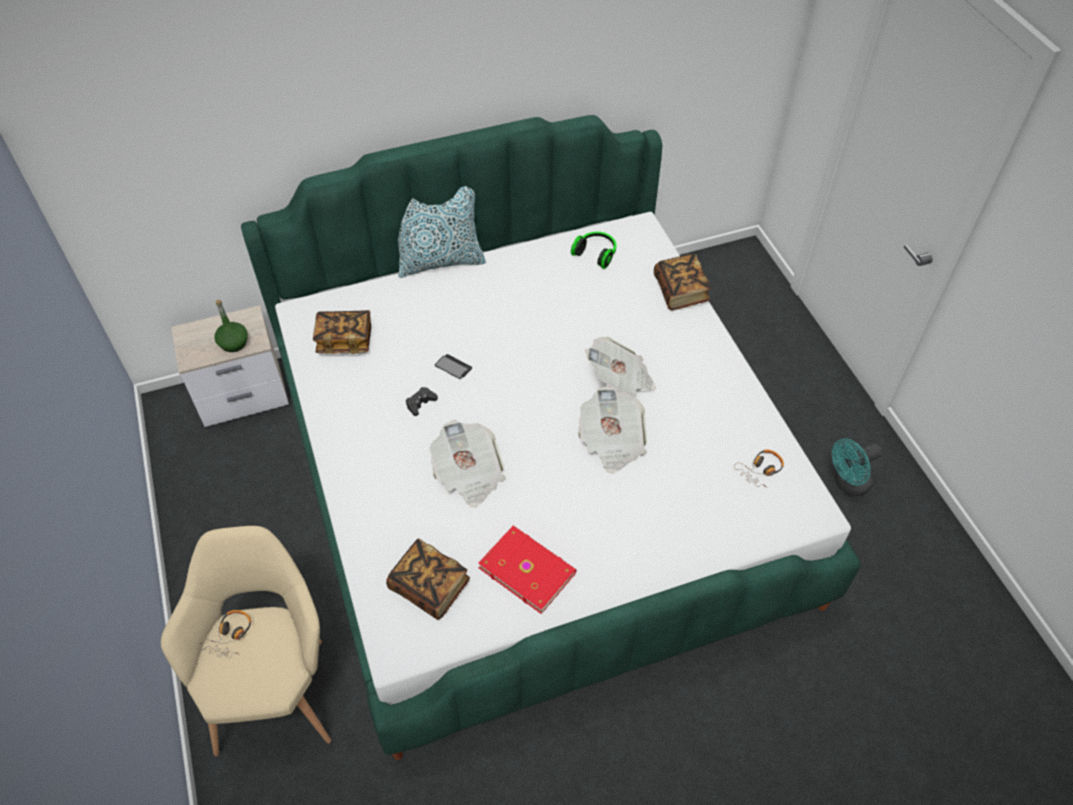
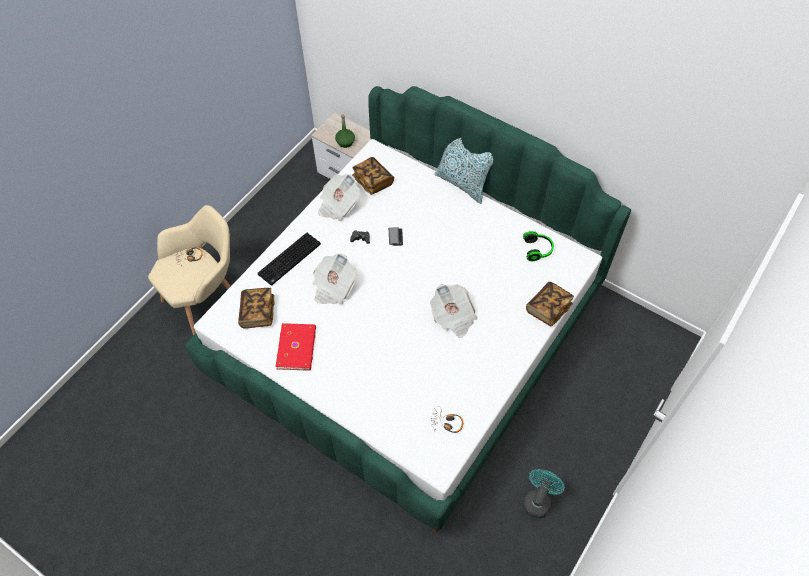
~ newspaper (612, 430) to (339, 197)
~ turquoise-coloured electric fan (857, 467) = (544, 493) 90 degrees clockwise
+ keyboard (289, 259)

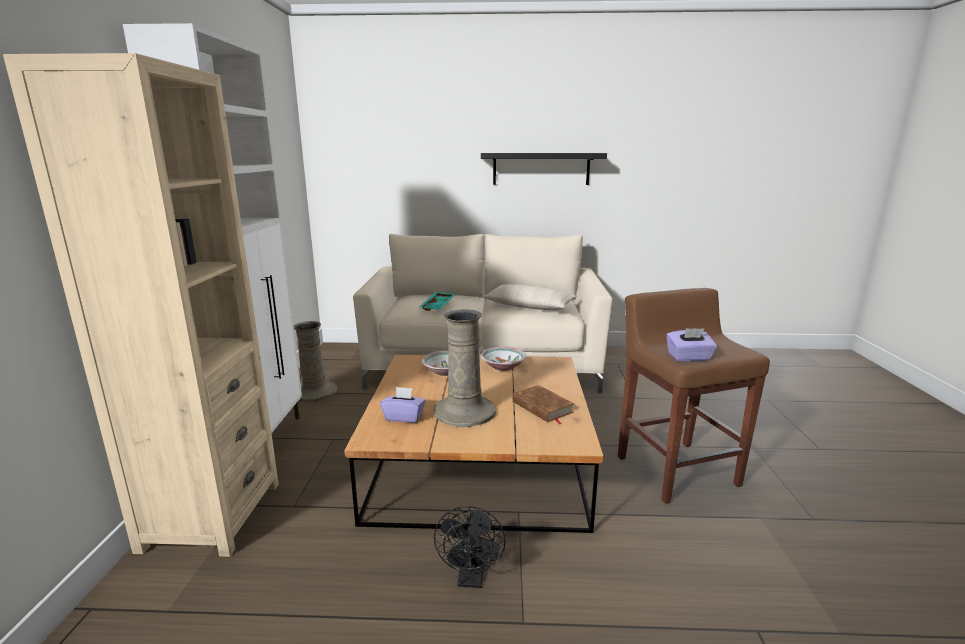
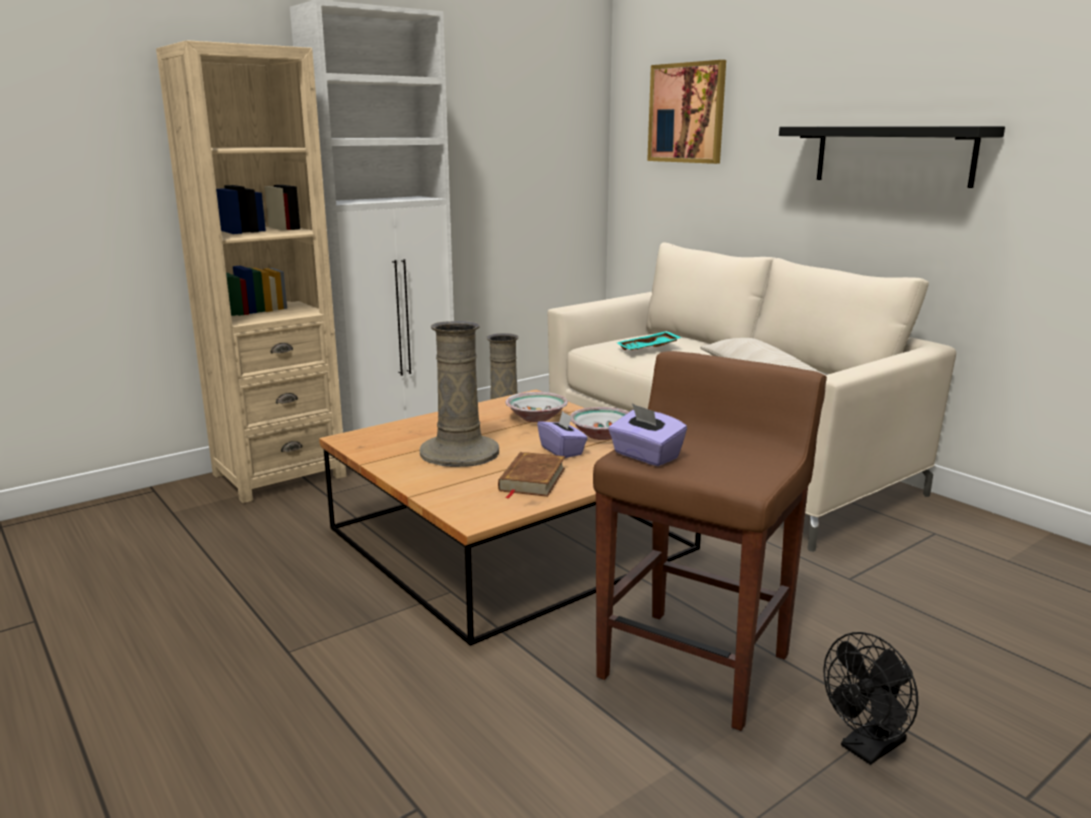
~ purple tissue box (403, 405) to (562, 434)
~ black-coloured electric fan (469, 547) to (870, 698)
+ wall picture (686, 112)

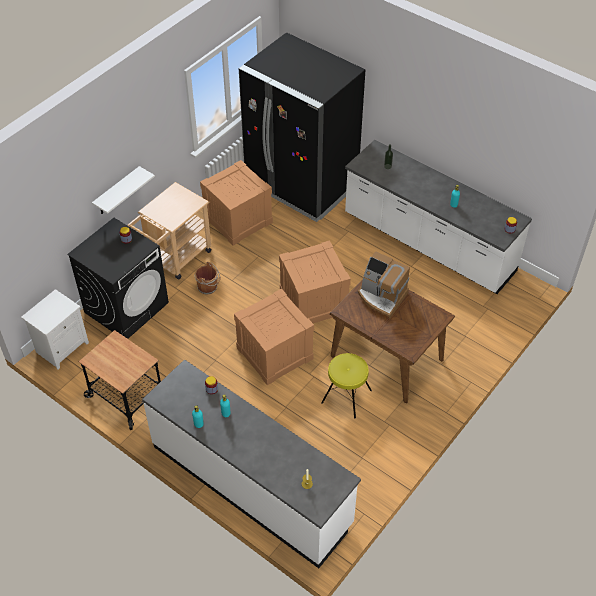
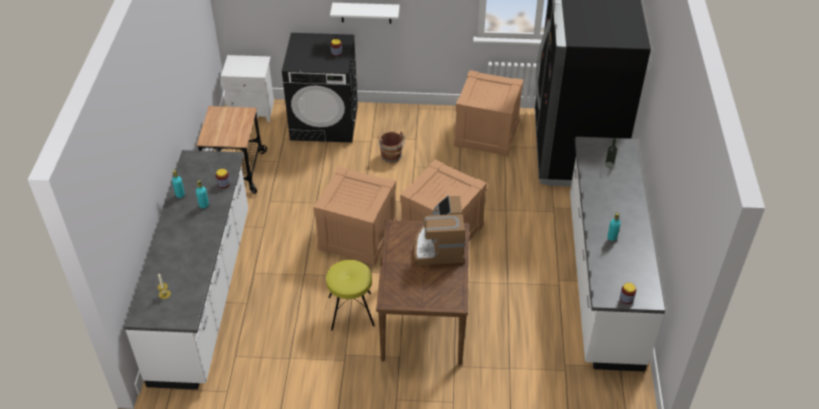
- beige-coloured cart (169, 230)

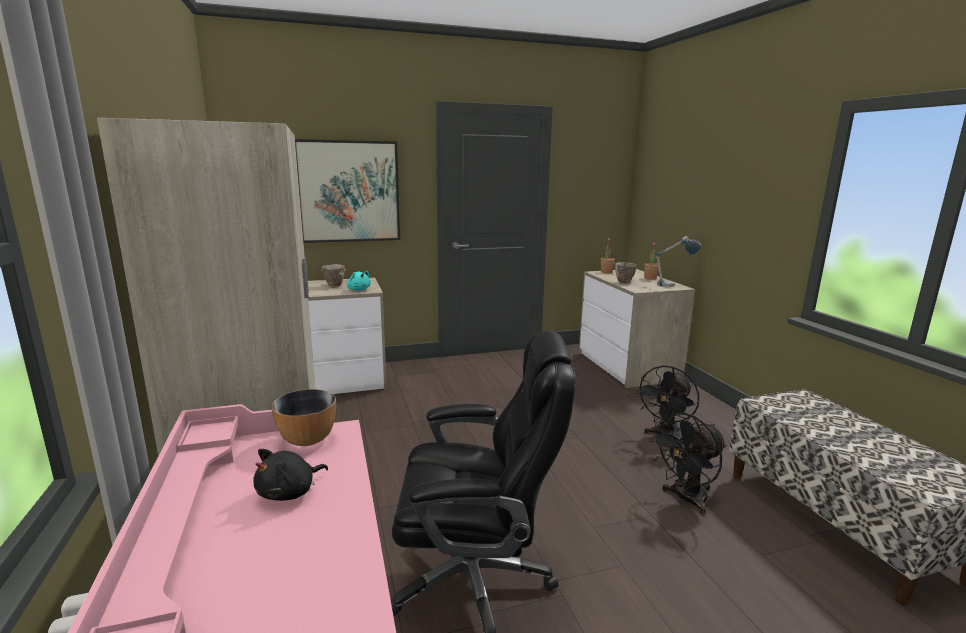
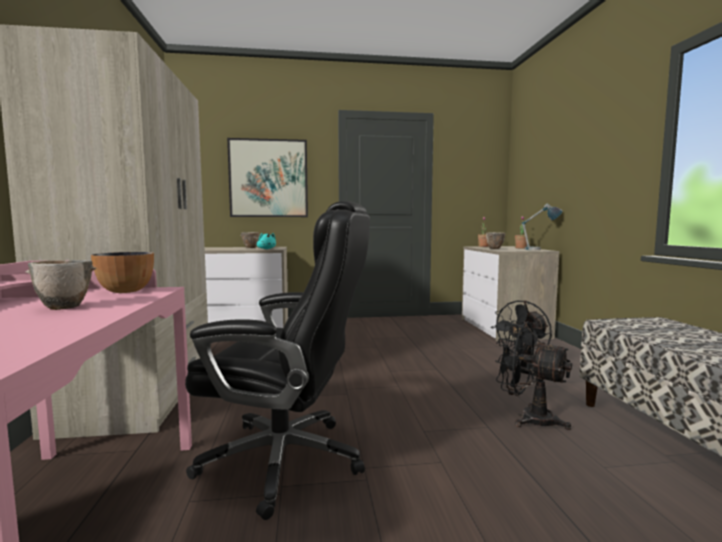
~ black-coloured plush toy (290, 475) to serving bowl (60, 285)
~ black-coloured electric fan (688, 464) = (533, 375) 60 degrees clockwise

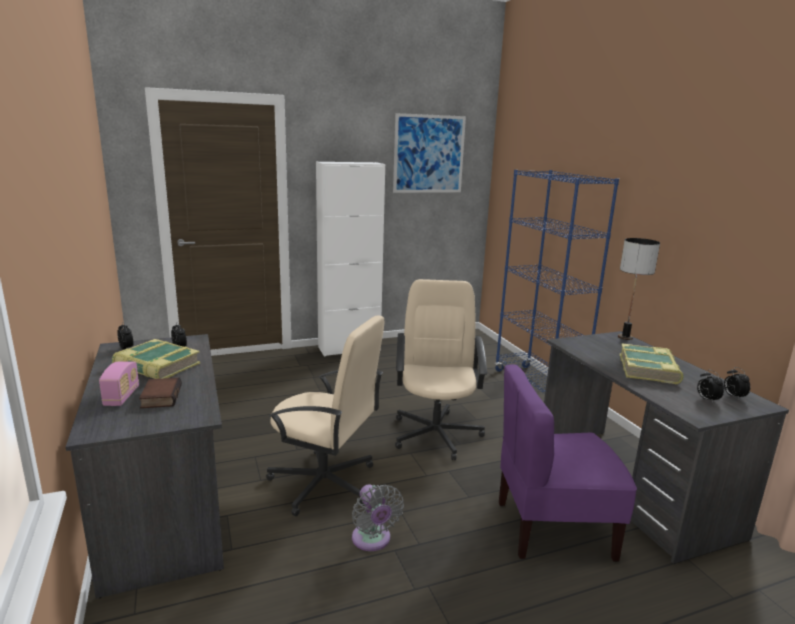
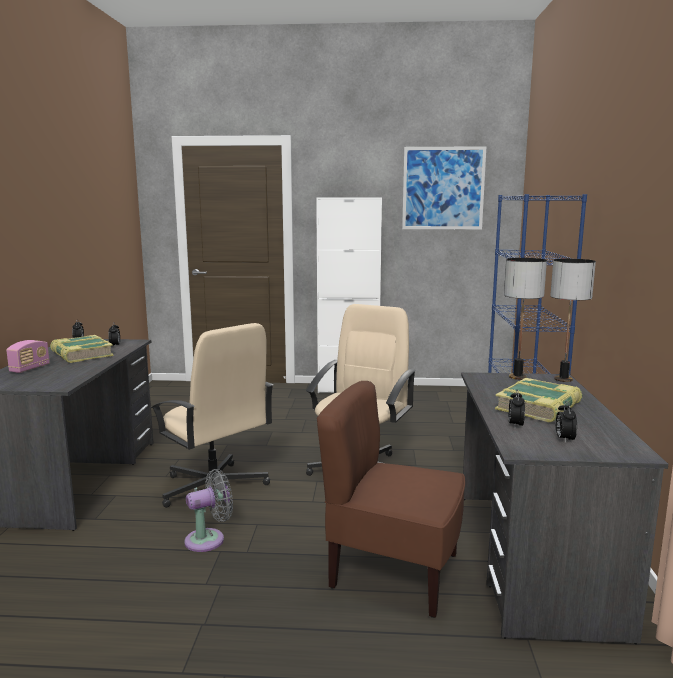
- bound book (160, 392)
~ gray electric fan (378, 517) = (208, 510) 120 degrees counterclockwise
~ purple chair (568, 463) to brown chair (391, 499)
~ alarm clock (737, 383) to (517, 408)
+ table lamp (525, 319)

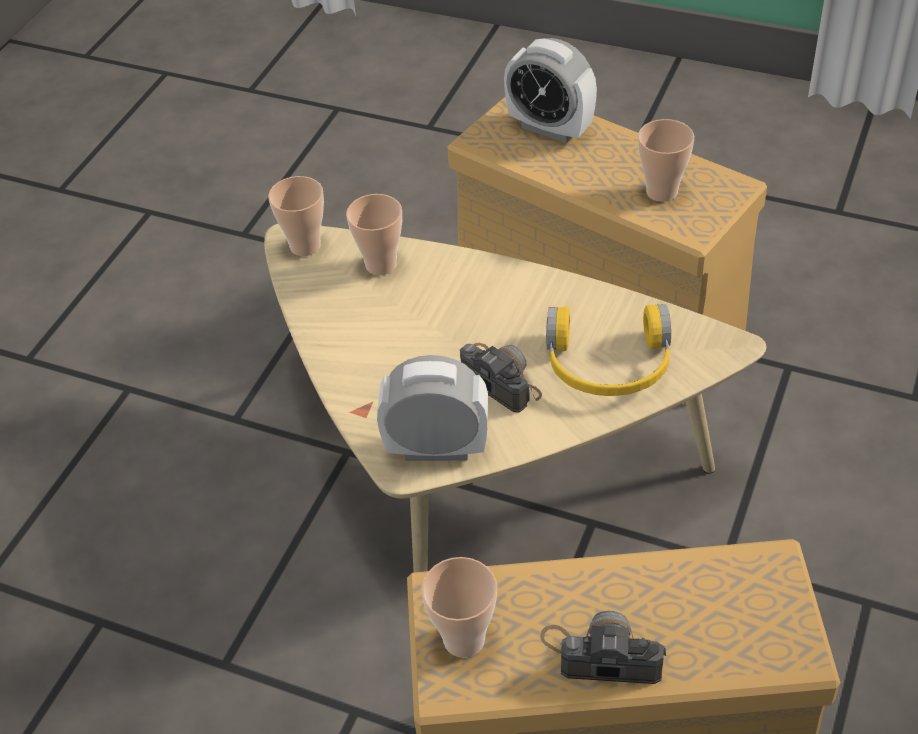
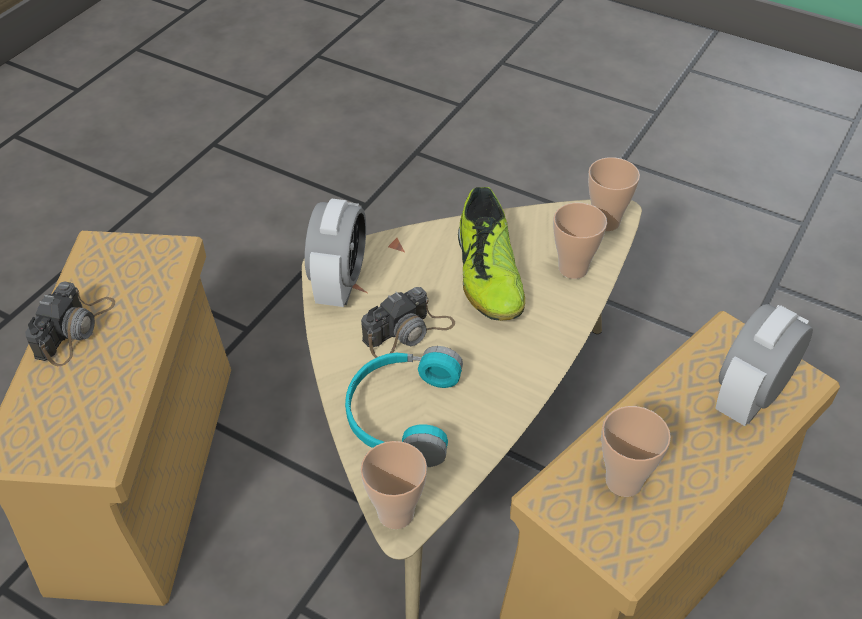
~ drinking cup (459, 607) to (393, 485)
~ yellow-coloured headset (608, 350) to turquoise-coloured headset (404, 406)
+ low shoe (491, 254)

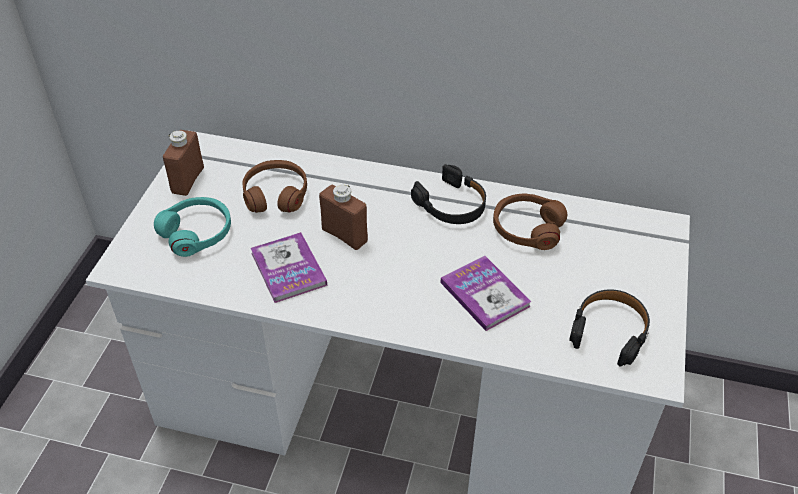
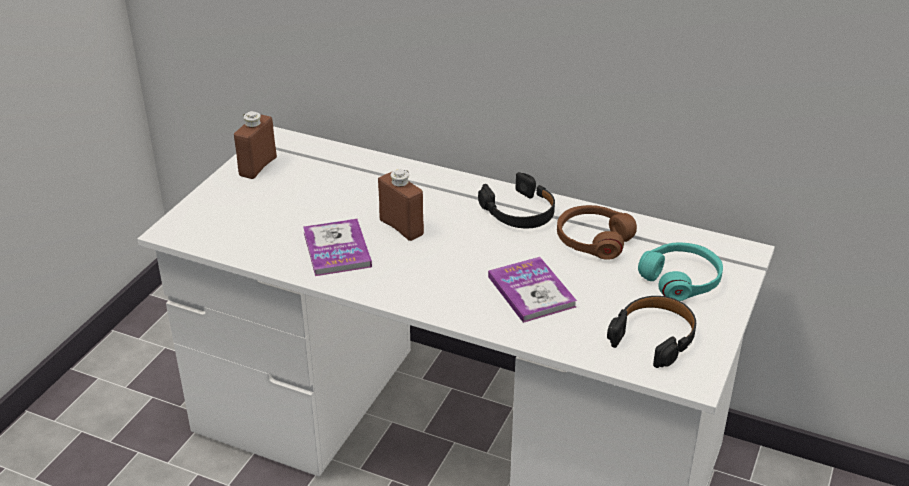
~ turquoise-coloured headset (192, 227) to (680, 272)
- brown headset (275, 186)

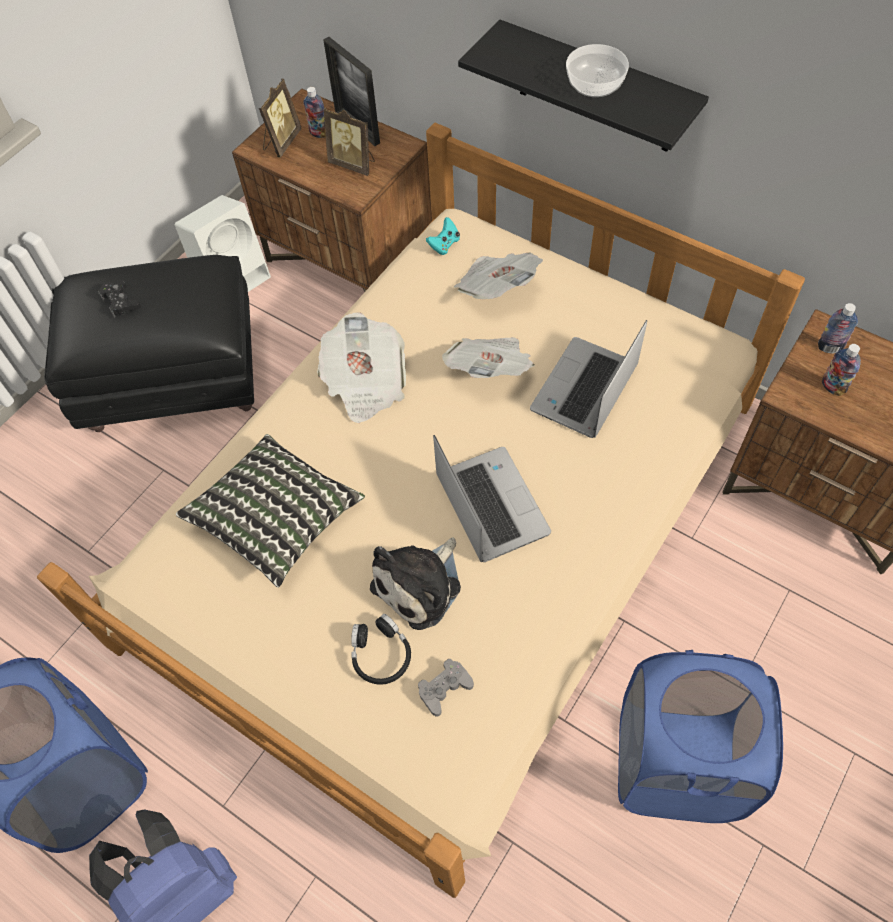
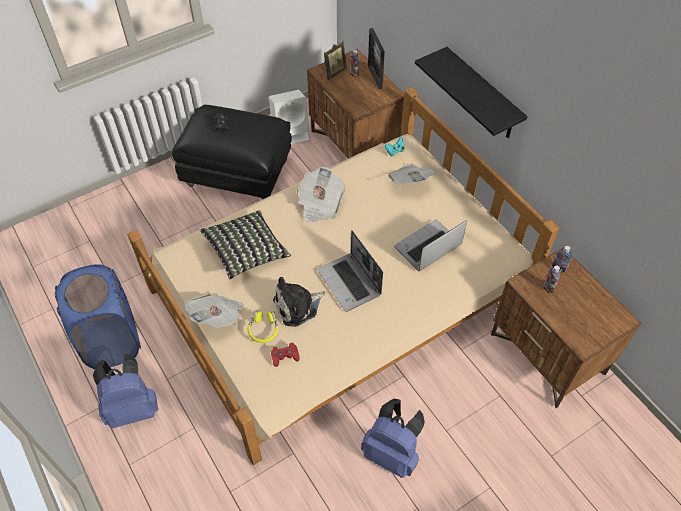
- standing frame (349, 142)
~ black-coloured headset (381, 649) to yellow-coloured headset (263, 326)
~ gray gamepad (446, 688) to reddish gamepad (285, 355)
~ notebook computer (492, 498) = (350, 271) 150 degrees clockwise
~ newspaper (488, 357) to (214, 310)
- serving bowl (597, 70)
~ blue washing basket (700, 736) to blue rucksack (393, 438)

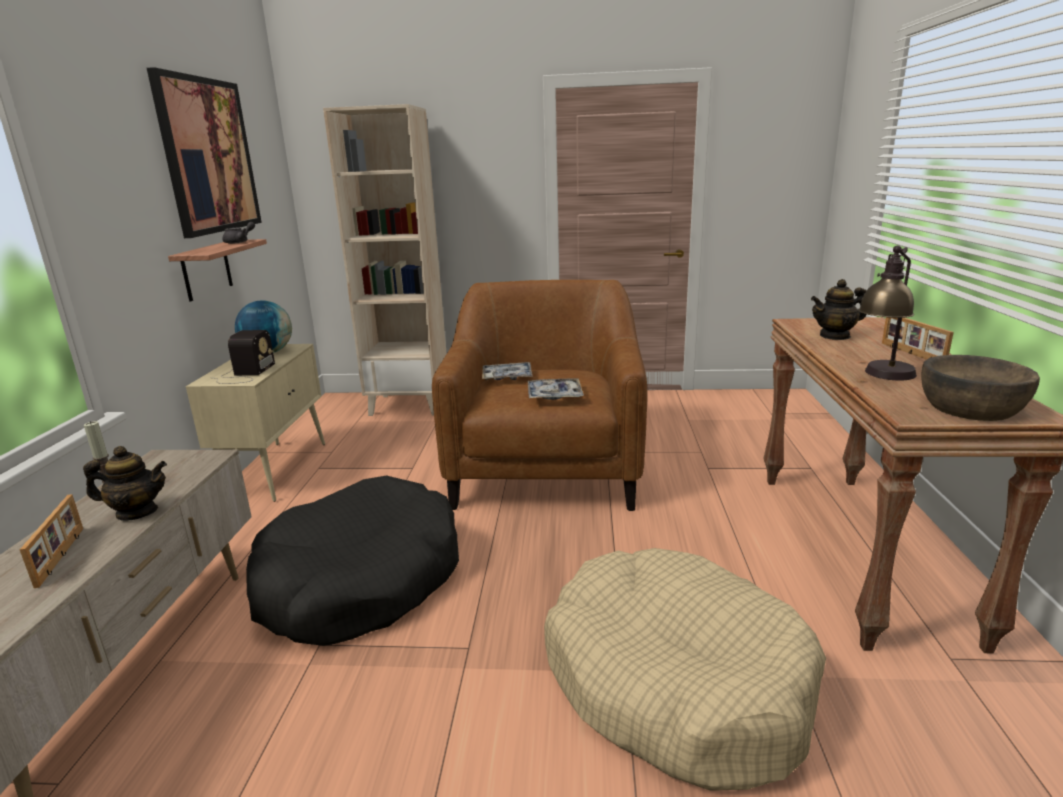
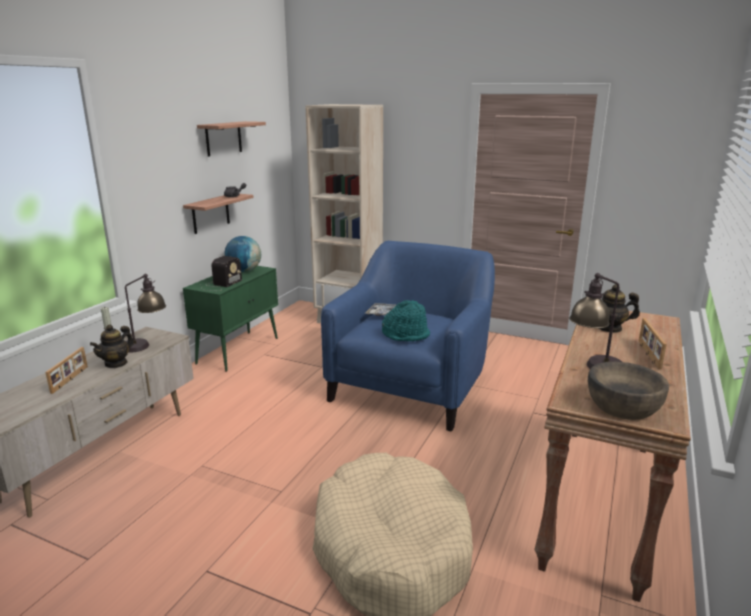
~ tea pot (125, 483) = (112, 346) 105 degrees clockwise
~ wall picture (204, 152) to shelf (231, 139)
~ beige-coloured storage cabinet (255, 423) to green-coloured storage cabinet (230, 319)
- black-coloured pet bed (352, 561)
~ brown lounge chair (539, 395) to blue lounge chair (408, 336)
~ carrying tray (556, 389) to turquoise-coloured wearable hat (406, 320)
+ table lamp (145, 313)

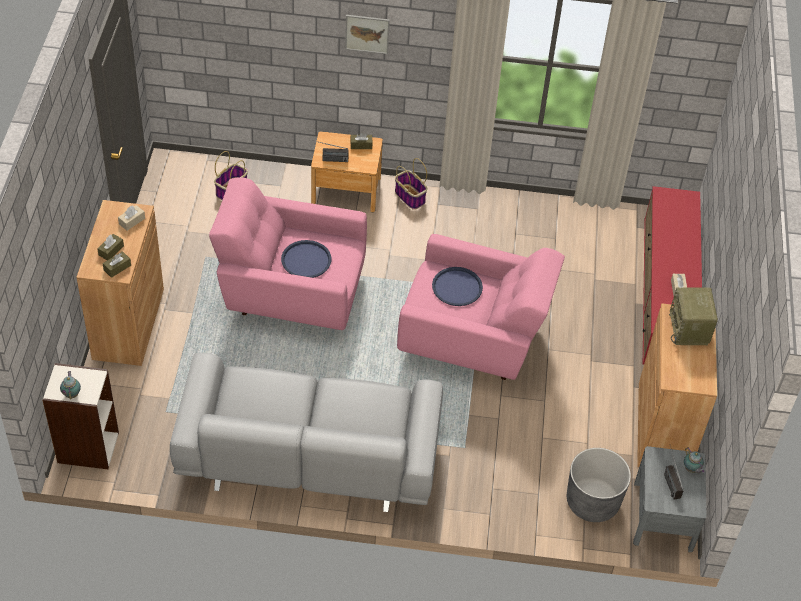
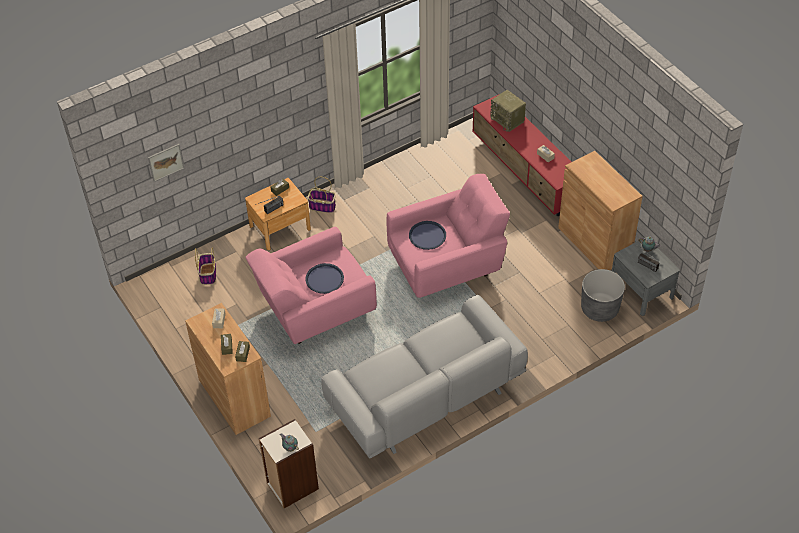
~ wall picture (367, 34) to (166, 163)
~ radio set (693, 316) to (508, 111)

